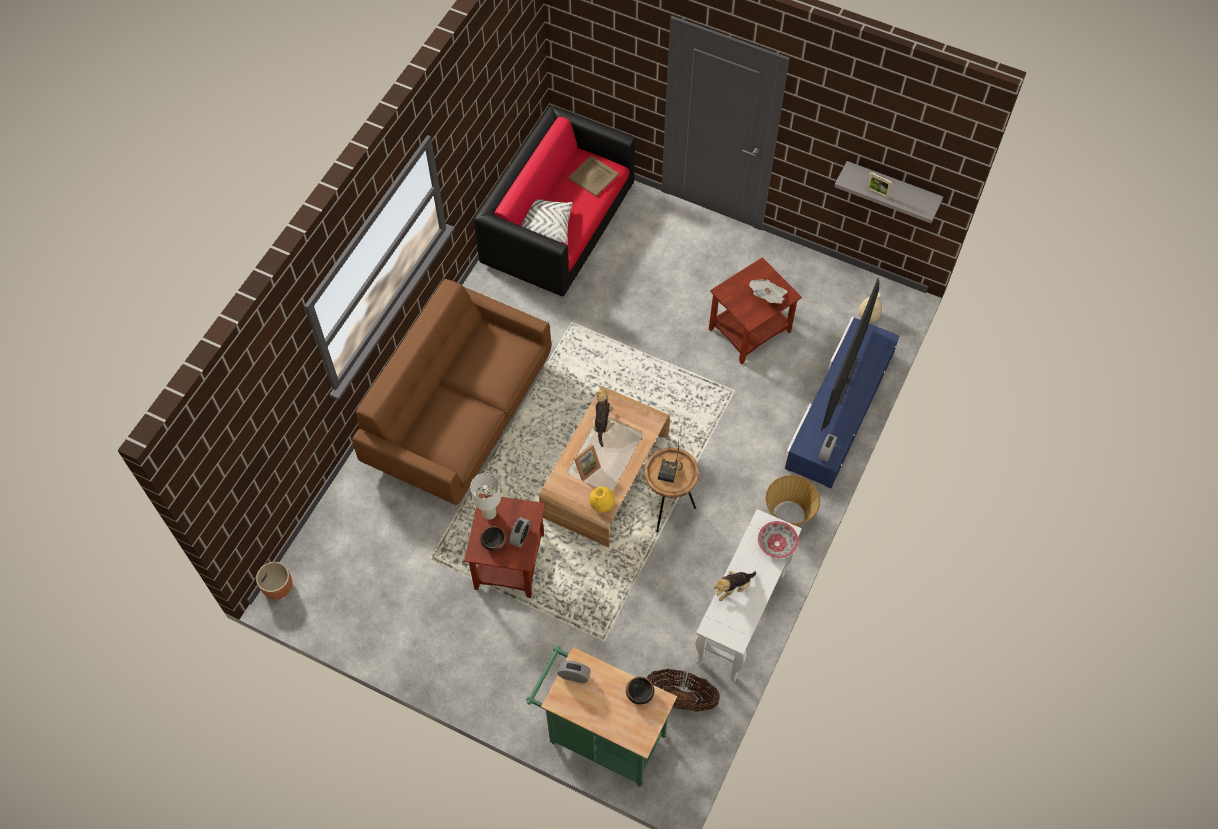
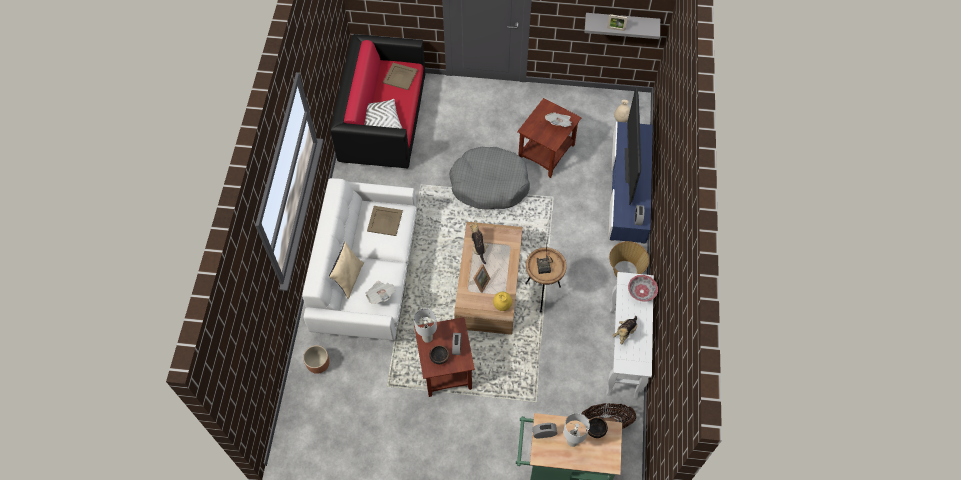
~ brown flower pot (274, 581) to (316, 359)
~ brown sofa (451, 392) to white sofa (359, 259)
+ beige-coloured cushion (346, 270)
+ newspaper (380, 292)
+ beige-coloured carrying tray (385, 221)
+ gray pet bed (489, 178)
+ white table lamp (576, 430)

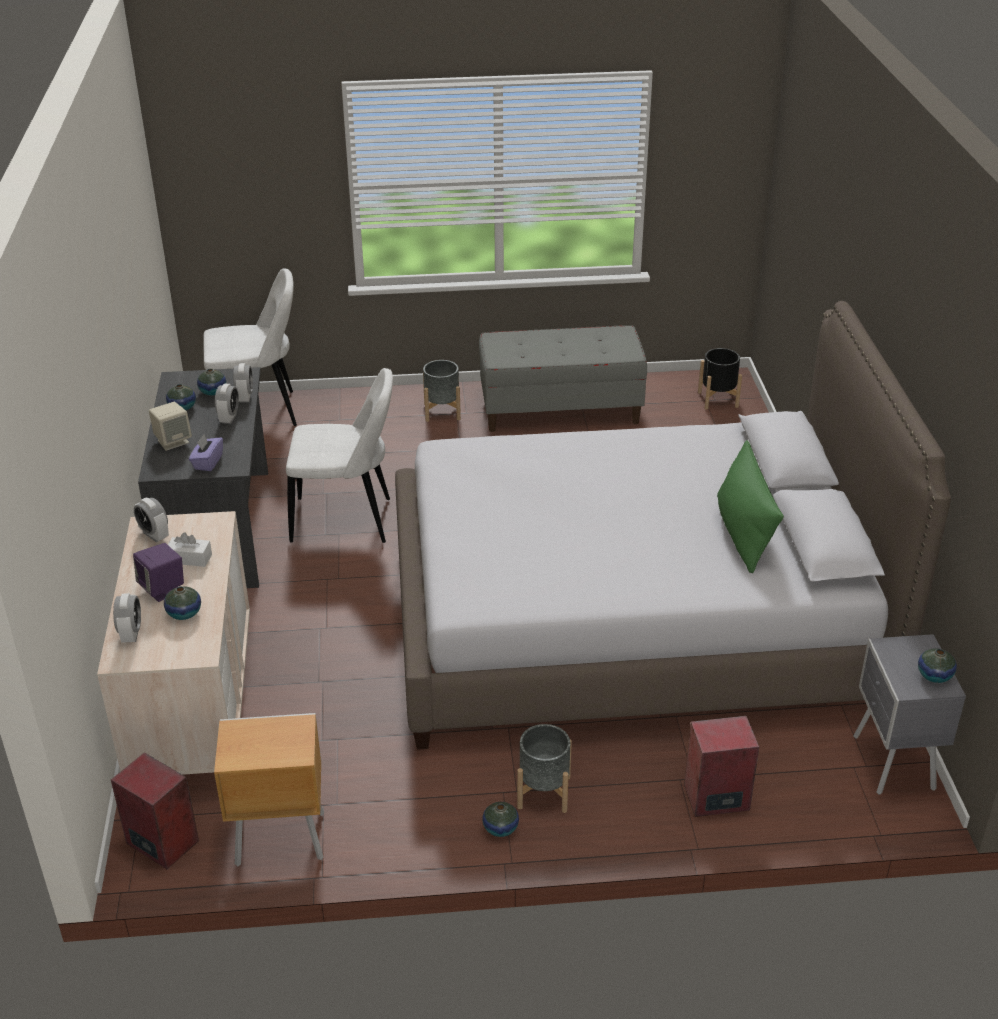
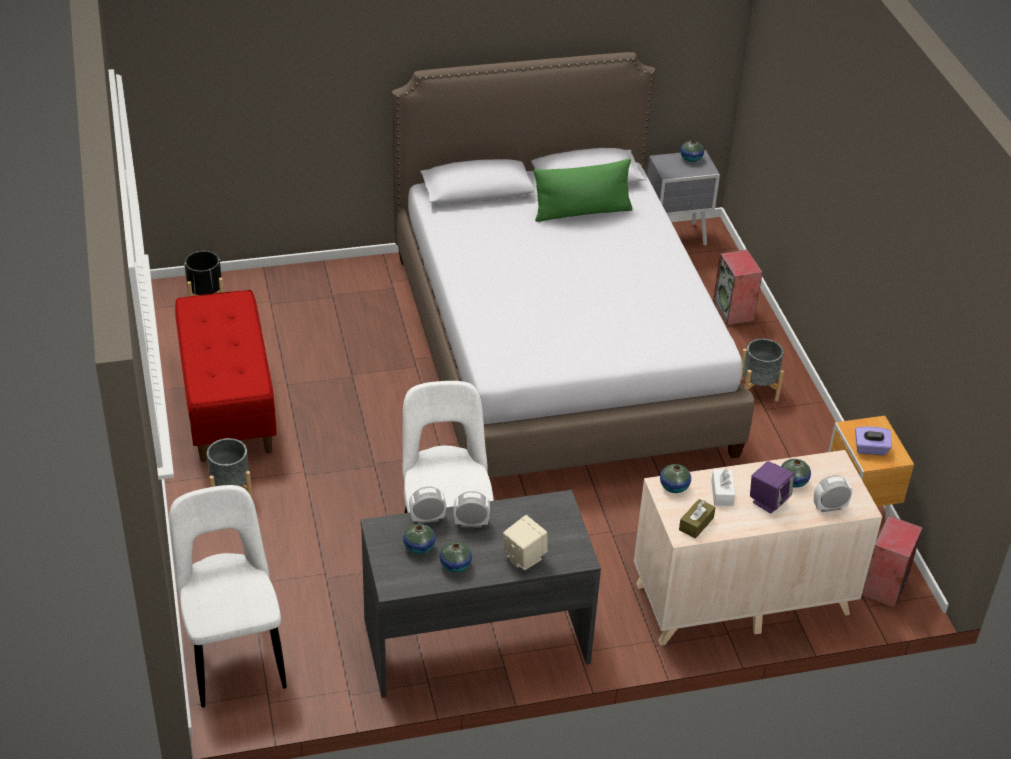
~ alarm clock (151, 520) to brown tissue box (697, 519)
~ purple tissue box (206, 452) to (873, 440)
~ gray bench (563, 378) to reddish bench (226, 376)
~ decorative vase (500, 819) to (675, 478)

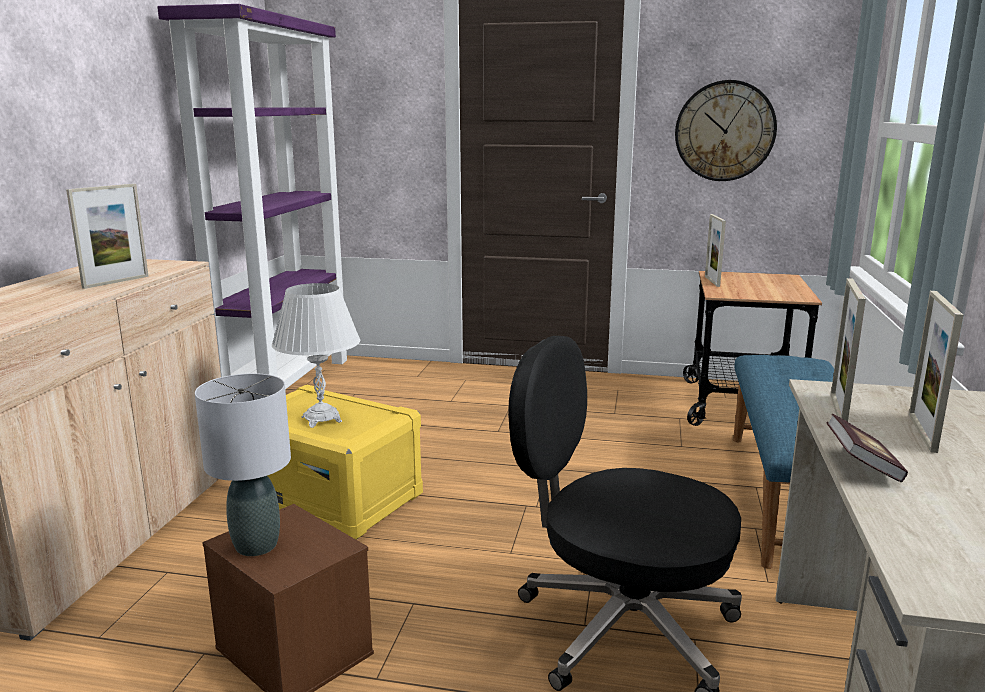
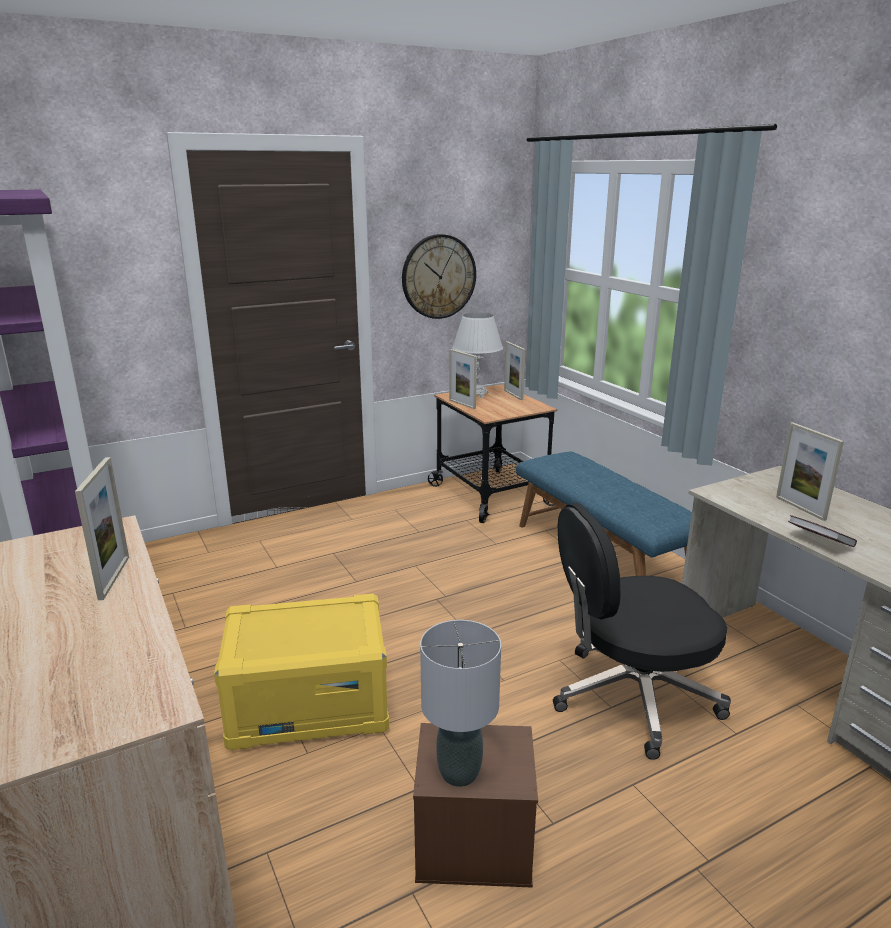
~ white table lamp (316, 355) to (477, 355)
~ standing frame (848, 350) to (514, 370)

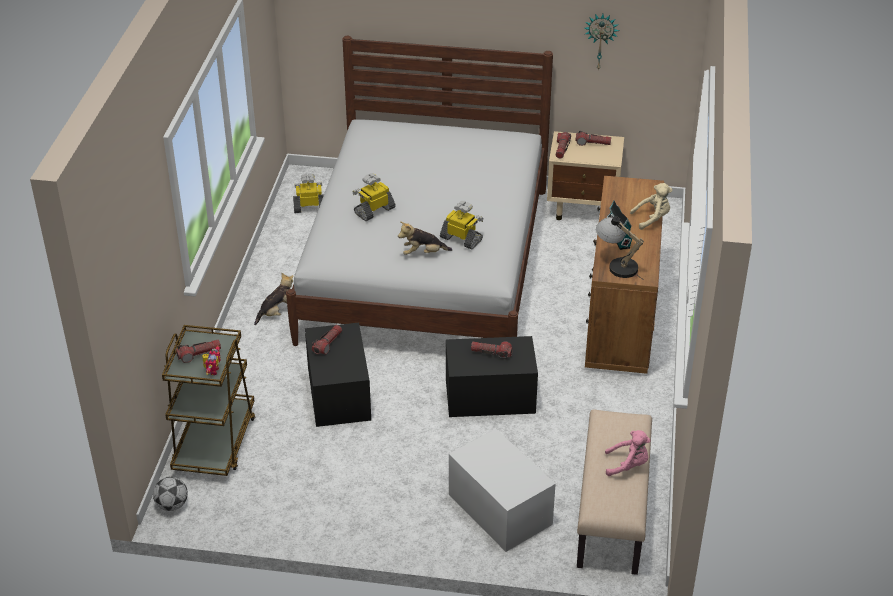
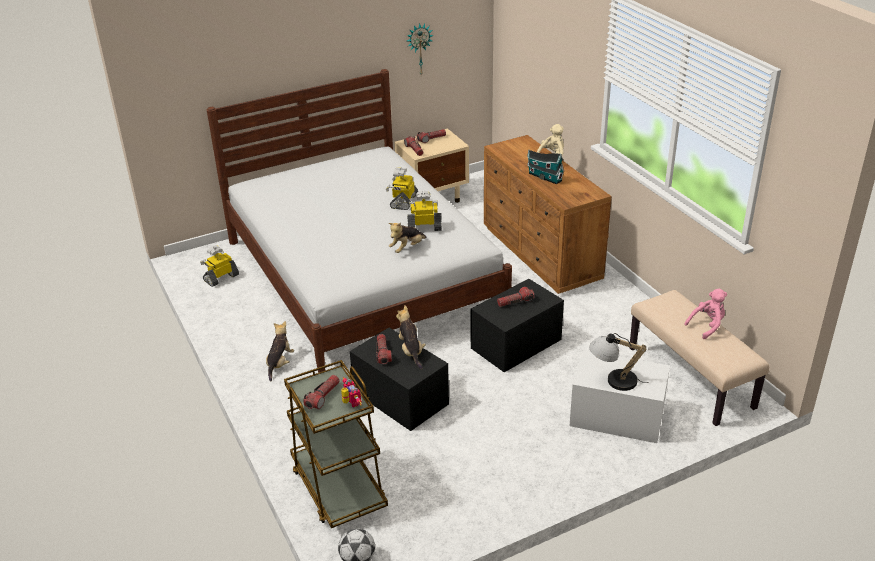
~ model robot (374, 197) to (402, 188)
~ table lamp (620, 248) to (619, 362)
+ plush toy (411, 337)

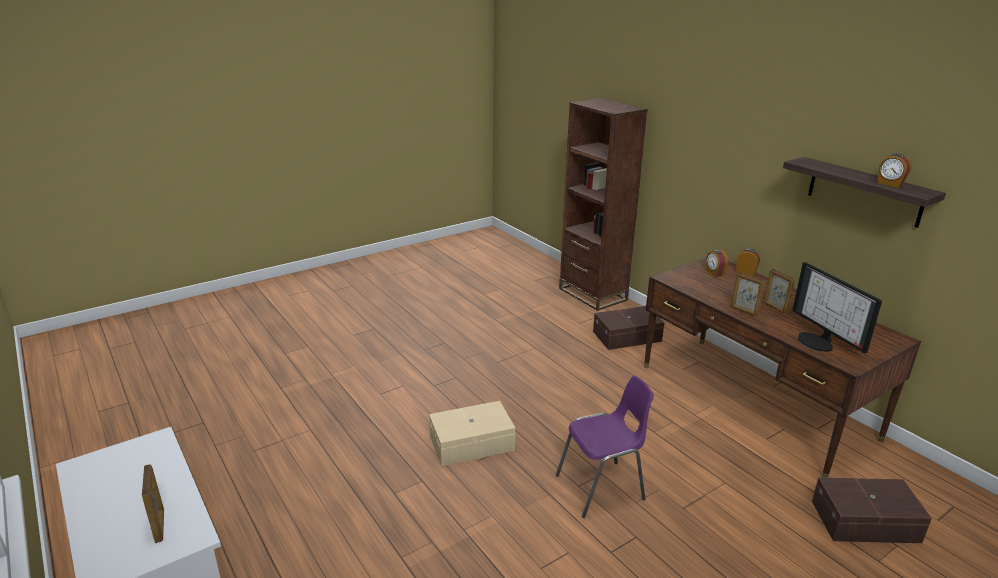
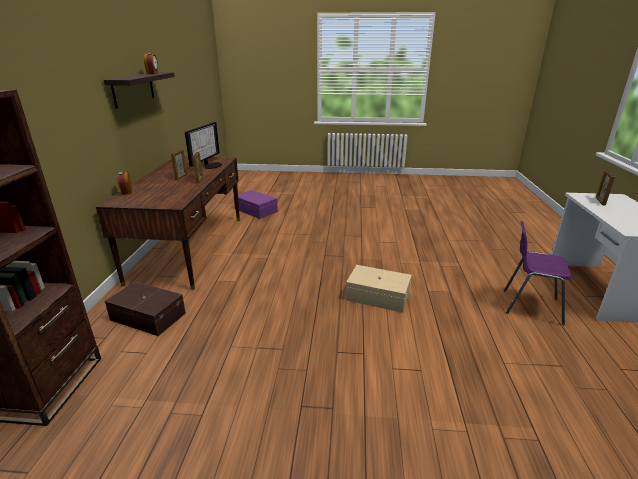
~ purple chair (605, 447) to (538, 273)
- alarm clock (717, 263)
~ brown storage container (872, 510) to purple storage container (256, 204)

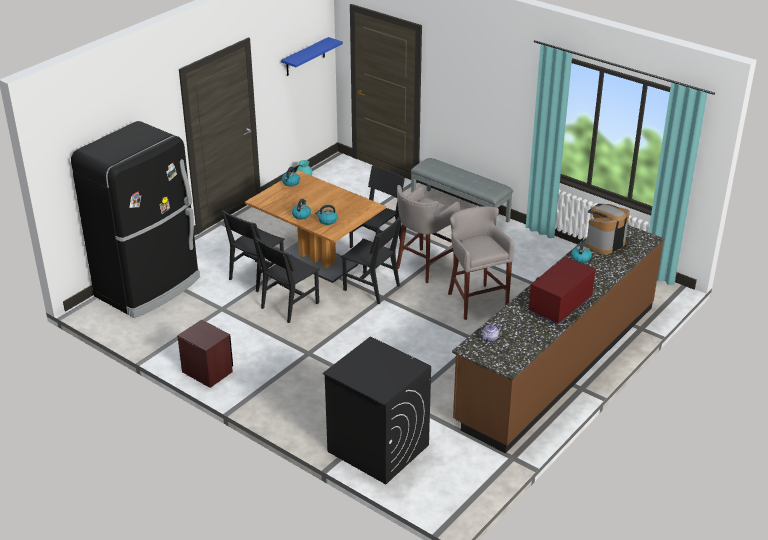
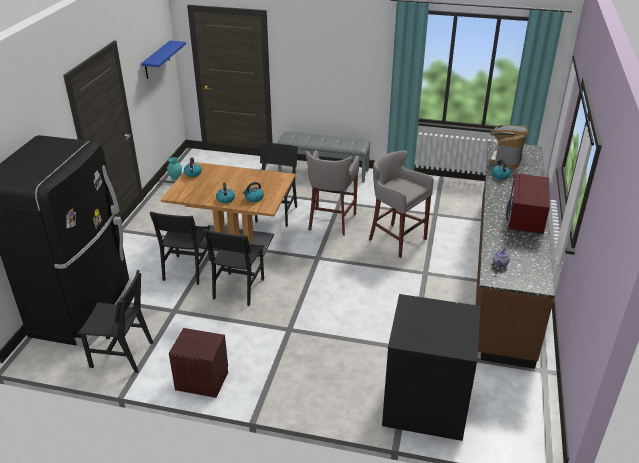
~ black-coloured chair (371, 260) to (115, 321)

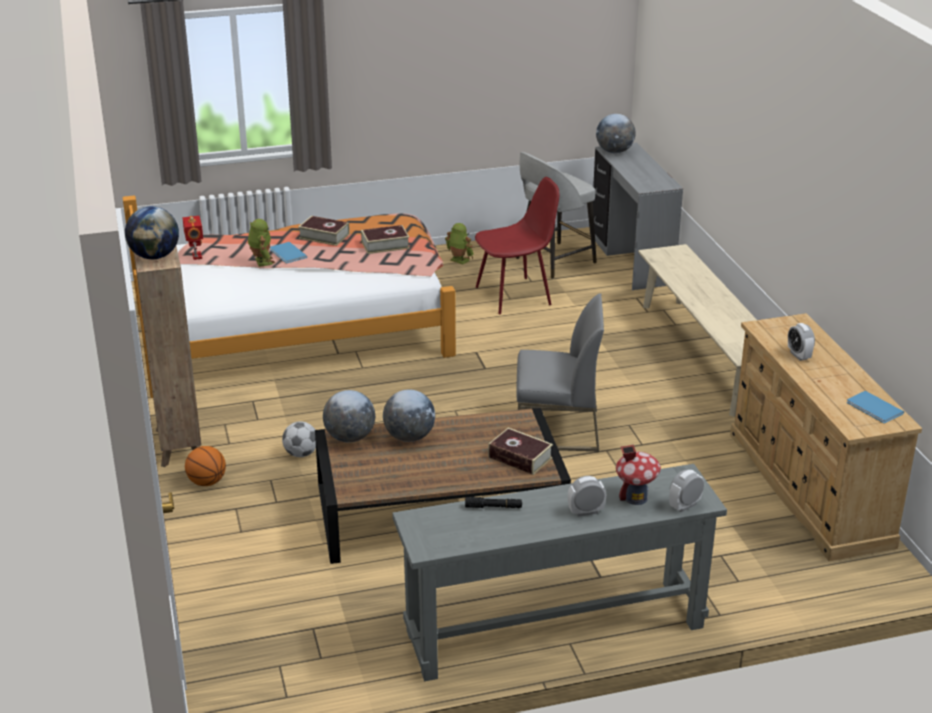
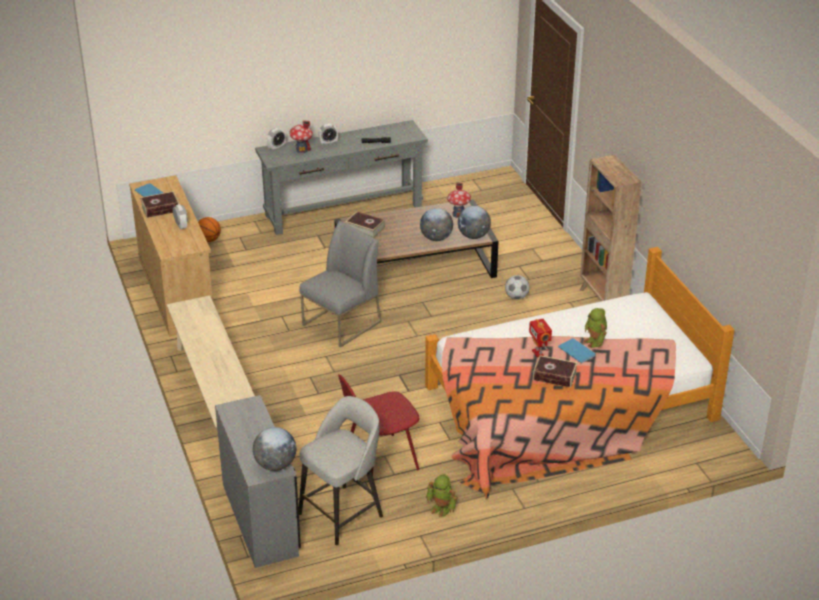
- desk globe (152, 232)
~ model robot (192, 238) to (540, 338)
~ basketball (205, 466) to (209, 229)
~ bound book (385, 239) to (159, 204)
~ gray chair (560, 372) = (340, 284) 135 degrees clockwise
+ miniature house (459, 200)

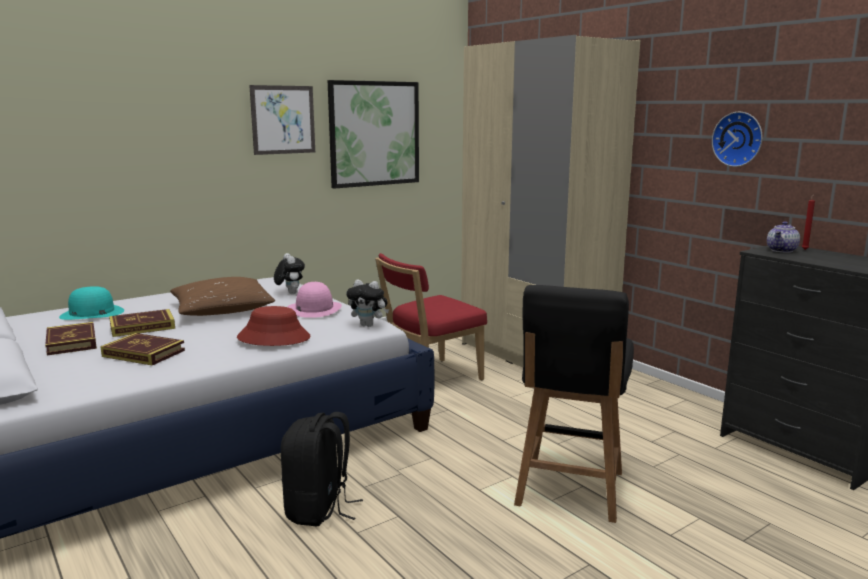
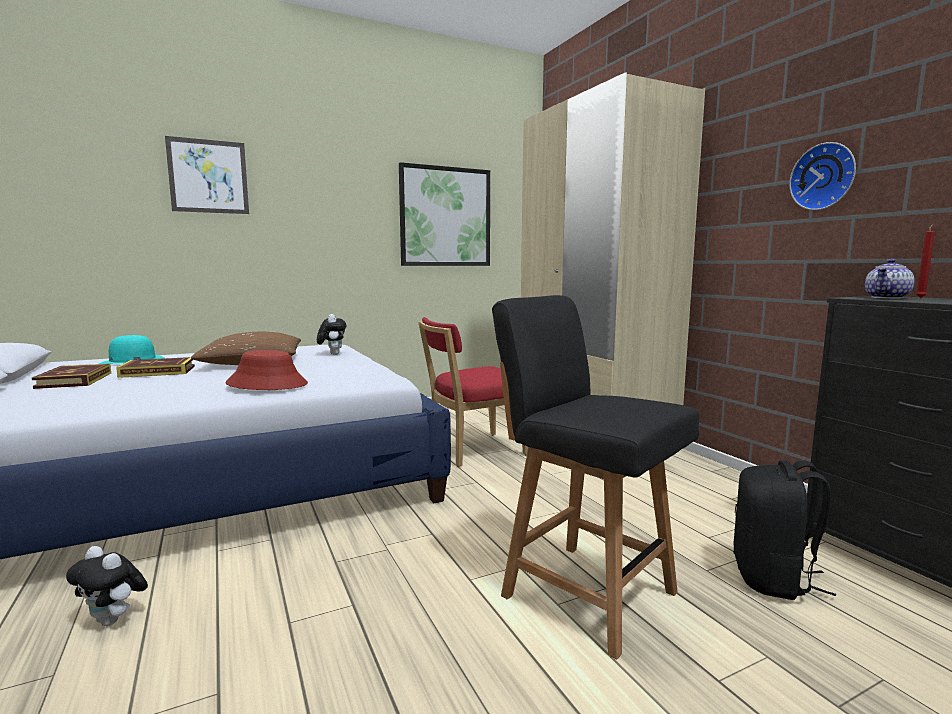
- bound book (142, 349)
~ wall picture (282, 120) to (207, 175)
~ black-coloured rucksack (322, 469) to (784, 530)
- pink-coloured wearable hat (315, 300)
~ plush toy (367, 303) to (107, 586)
~ black-coloured chair (574, 404) = (595, 477) 105 degrees clockwise

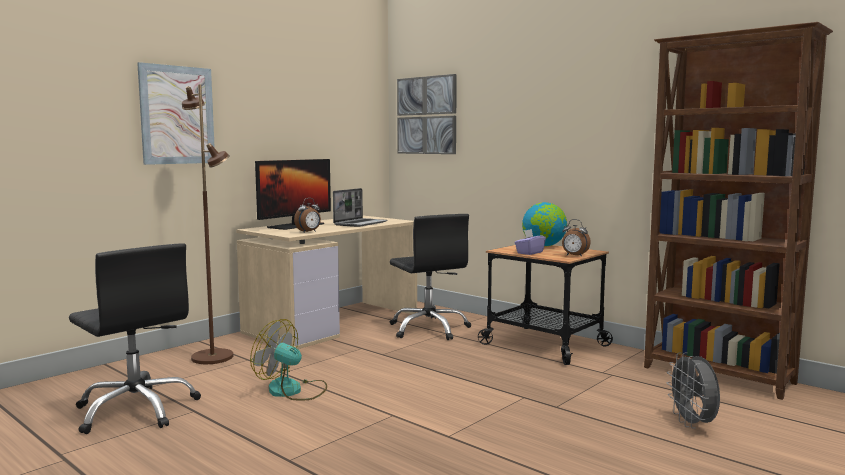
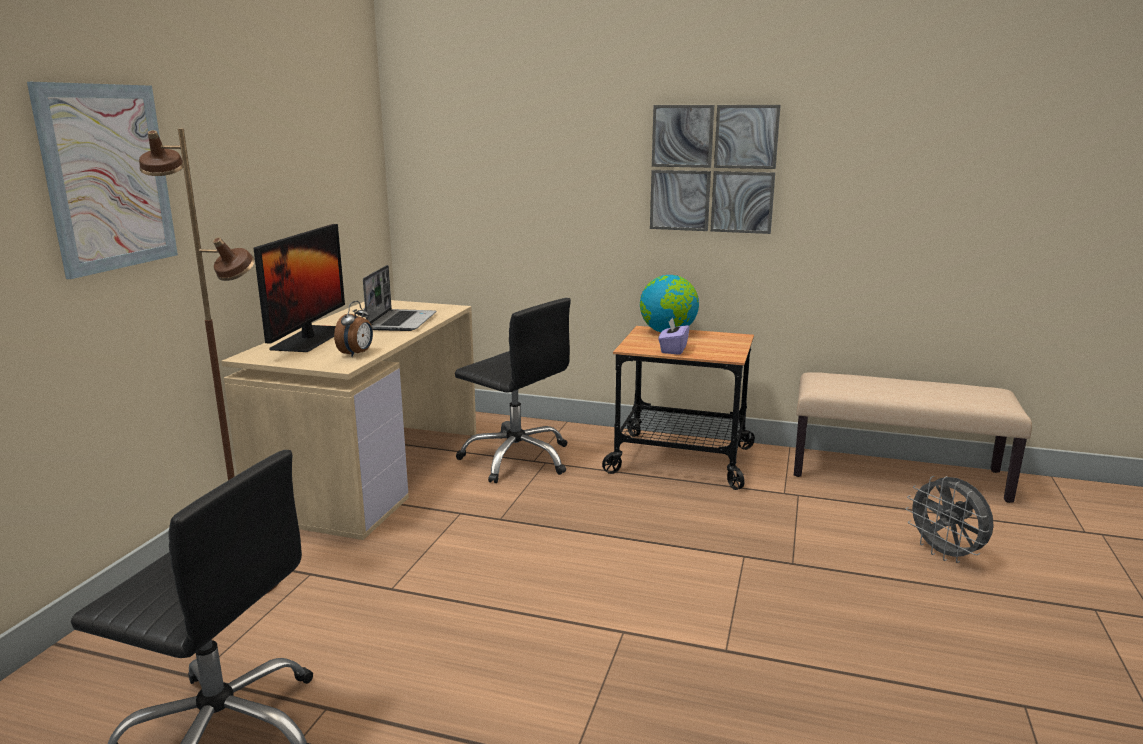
- electric fan (288, 359)
~ wall picture (427, 114) to (715, 169)
- alarm clock (576, 238)
~ brown bookcase (738, 211) to beige-coloured bench (913, 437)

